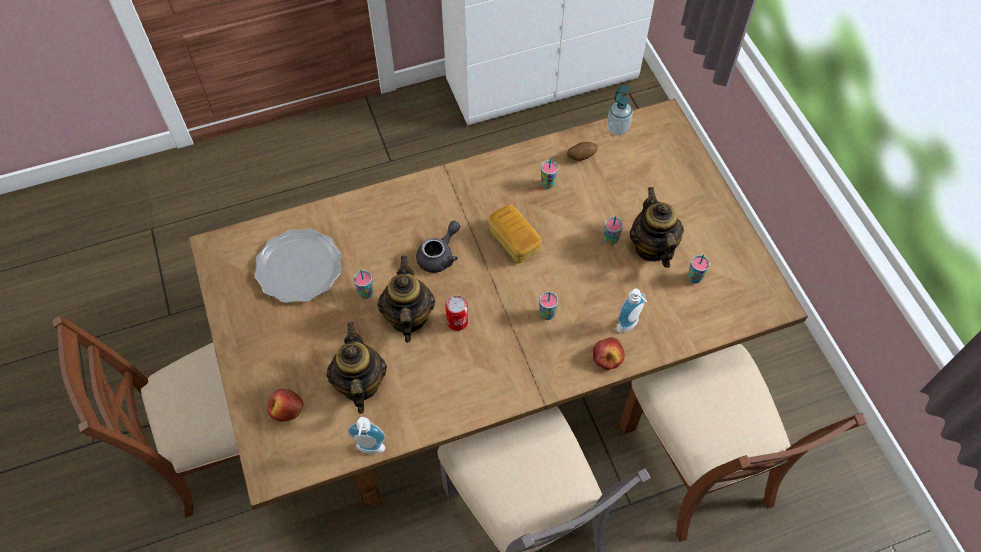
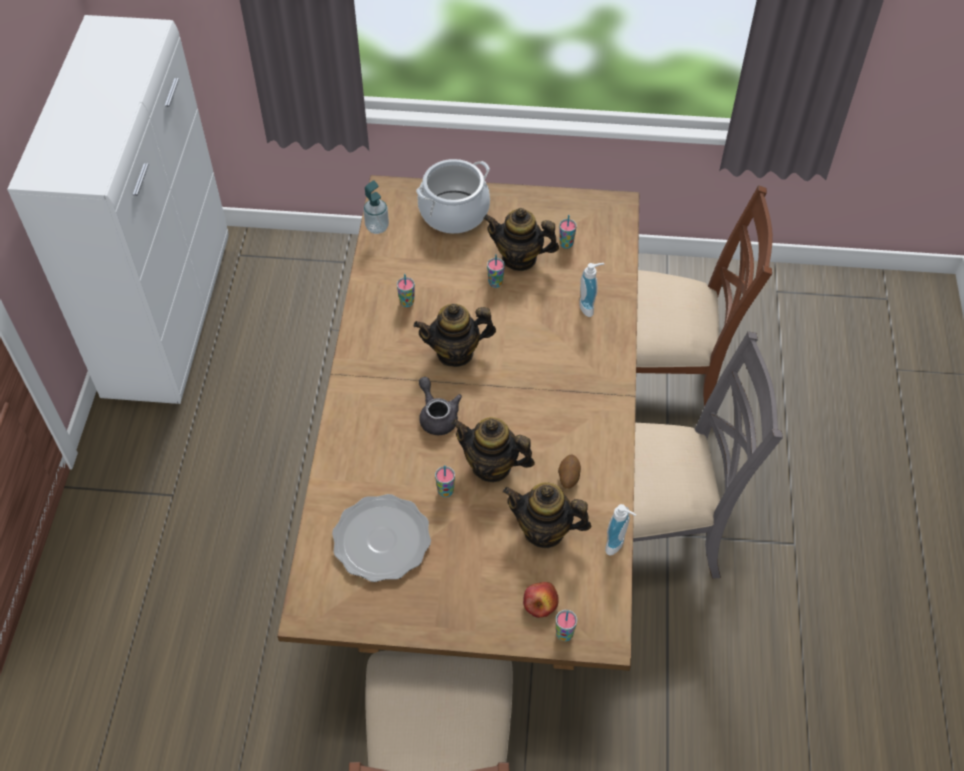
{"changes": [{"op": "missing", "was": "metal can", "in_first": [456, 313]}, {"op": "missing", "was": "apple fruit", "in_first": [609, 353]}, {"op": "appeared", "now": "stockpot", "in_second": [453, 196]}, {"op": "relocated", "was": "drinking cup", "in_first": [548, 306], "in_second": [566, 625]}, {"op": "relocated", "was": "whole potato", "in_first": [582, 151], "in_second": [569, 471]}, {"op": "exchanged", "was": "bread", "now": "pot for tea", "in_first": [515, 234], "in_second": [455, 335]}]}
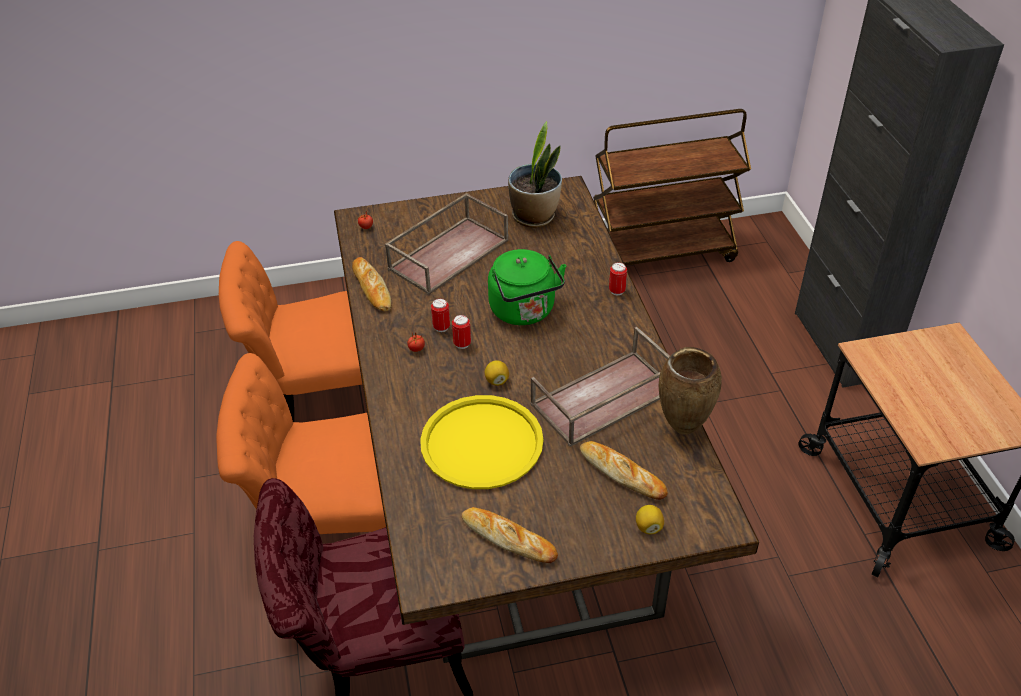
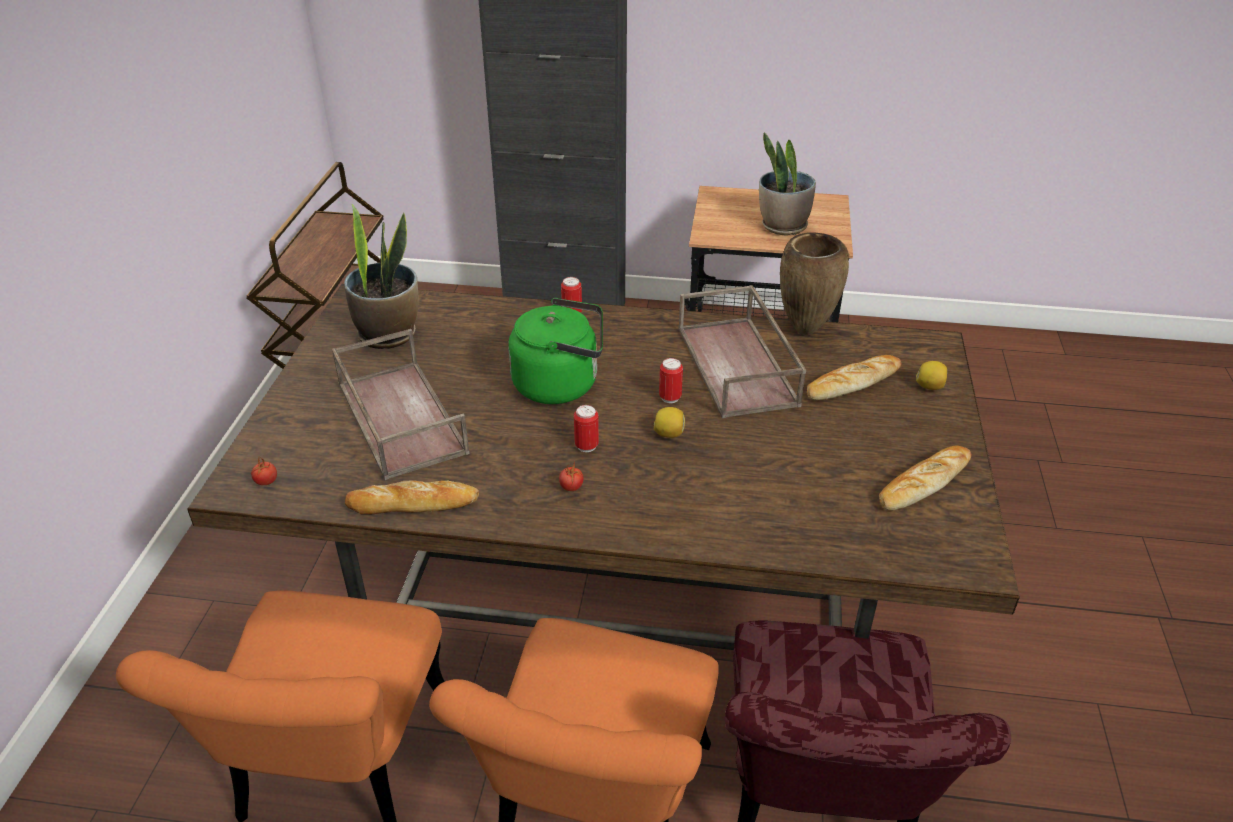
{"changes": [{"op": "missing", "was": "serving tray (yellow-coloured)", "in_first": [481, 442]}, {"op": "appeared", "now": "potted plant", "in_second": [787, 184]}, {"op": "relocated", "was": "metal can", "in_first": [440, 315], "in_second": [671, 380]}]}
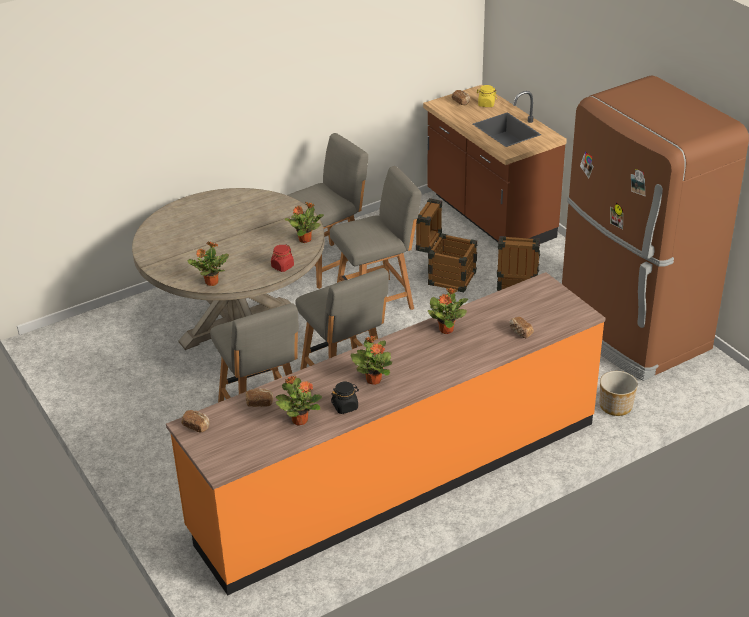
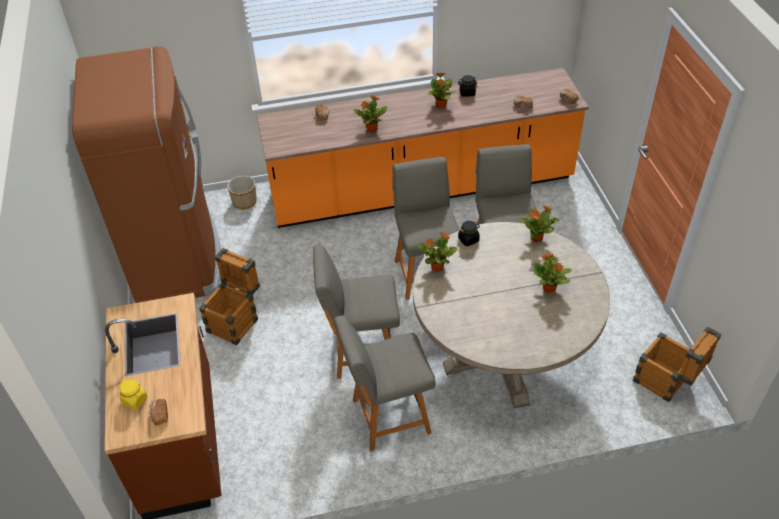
{"changes": [{"op": "relocated", "was": "potted plant", "in_first": [298, 401], "in_second": [552, 273]}, {"op": "relocated", "was": "packing crate", "in_first": [446, 245], "in_second": [677, 364]}, {"op": "colour", "was": "storage jar (red-coloured)", "now": "storage jar (black-coloured)", "in_first": [282, 258], "in_second": [469, 233]}]}
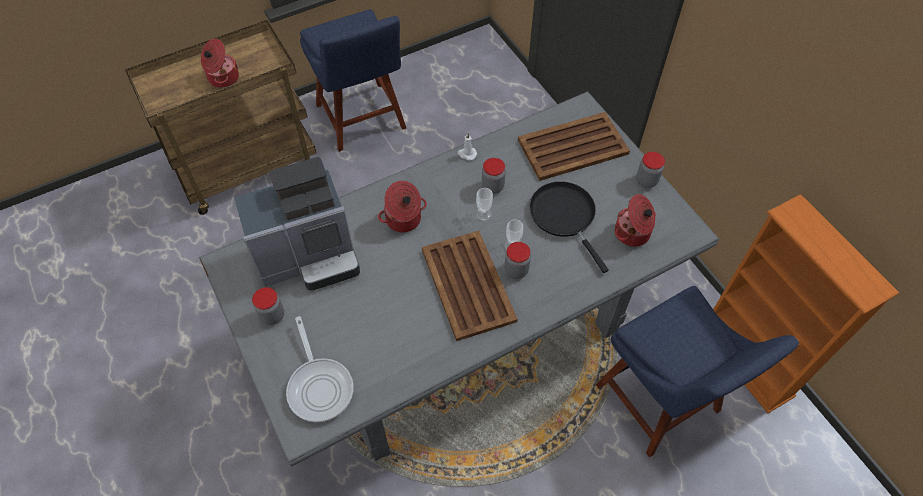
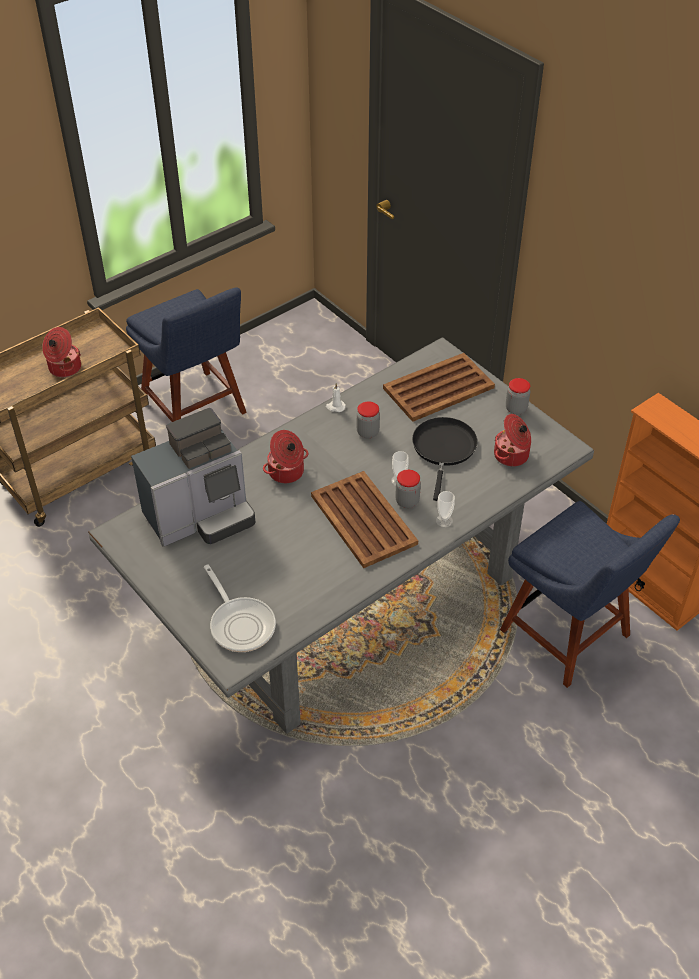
{"changes": [{"op": "missing", "was": "storage jar", "in_first": [268, 306]}, {"op": "relocated", "was": "drinking cup", "in_first": [484, 204], "in_second": [445, 509]}, {"op": "spun", "was": "skillet (black-coloured)", "in_first": [569, 227], "in_second": [444, 459], "clockwise": 45}]}
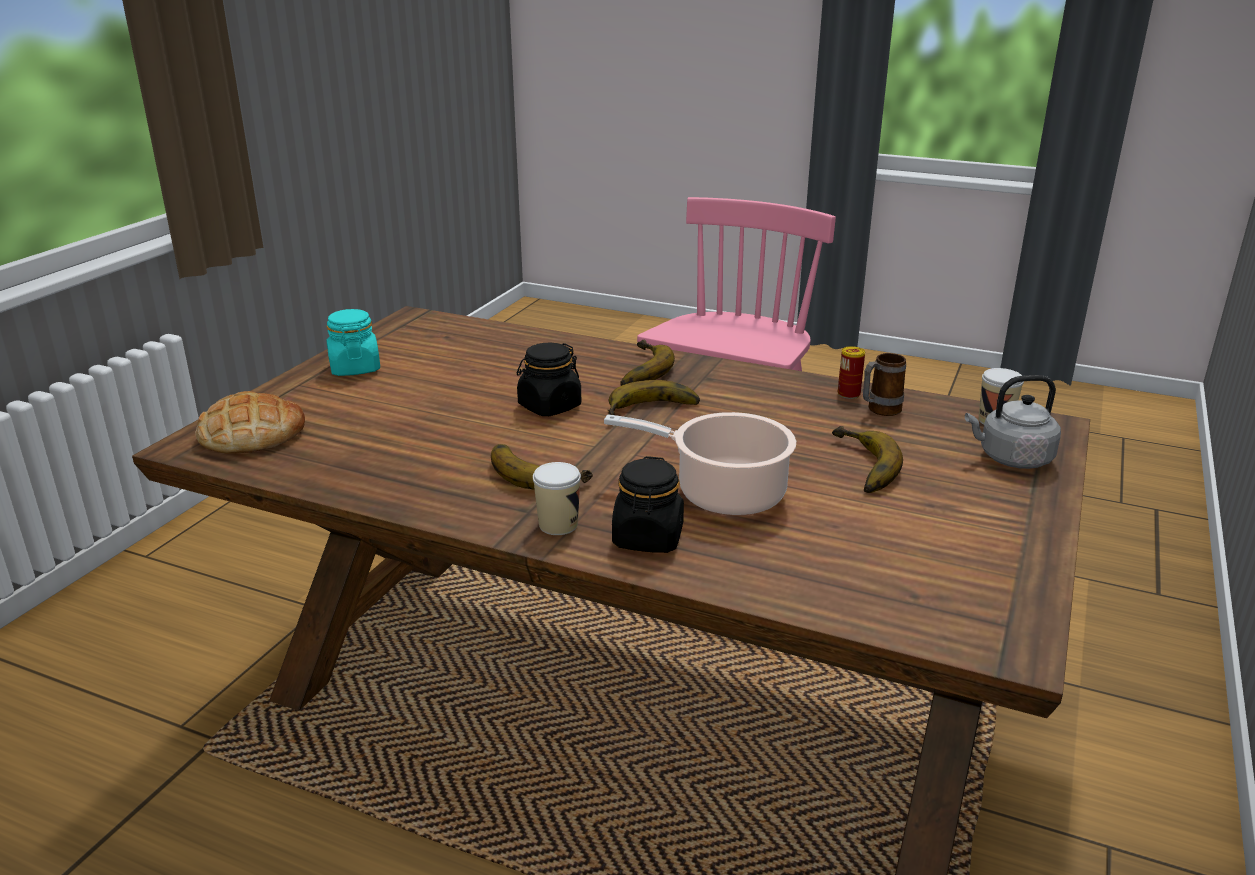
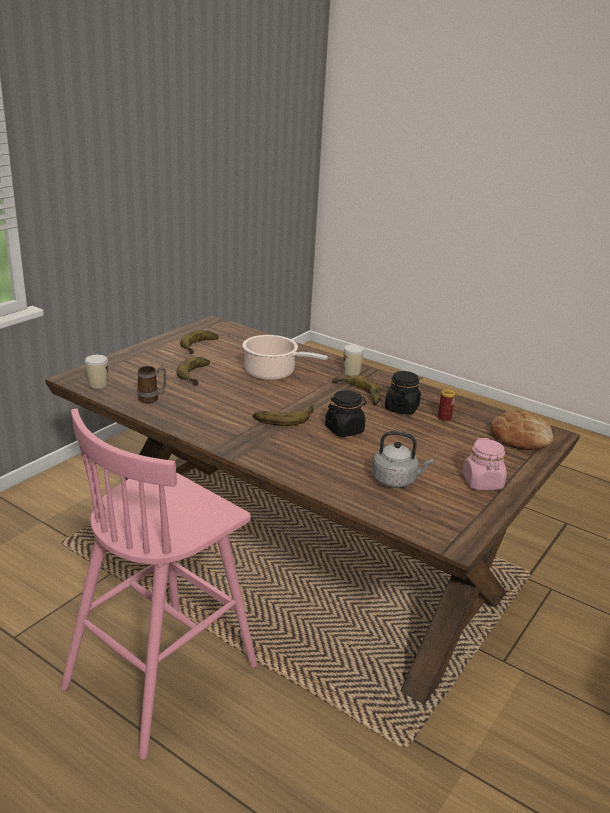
{"changes": [{"op": "relocated", "was": "storage jar (black-coloured)", "in_first": [648, 504], "in_second": [403, 393]}, {"op": "relocated", "was": "whole banana", "in_first": [647, 363], "in_second": [199, 342]}, {"op": "relocated", "was": "metal can", "in_first": [851, 372], "in_second": [447, 406]}, {"op": "relocated", "was": "kettle (grey)", "in_first": [1013, 422], "in_second": [402, 459]}, {"op": "colour", "was": "storage jar (turquoise)", "now": "storage jar (pink)", "in_first": [353, 342], "in_second": [484, 464]}]}
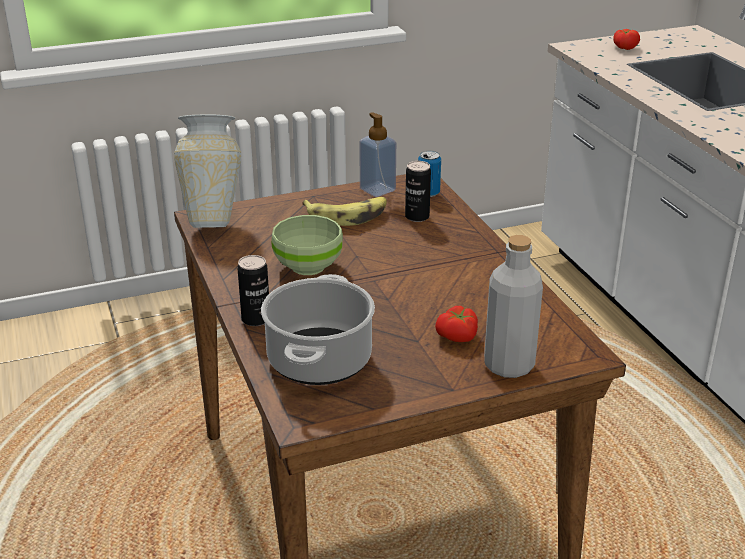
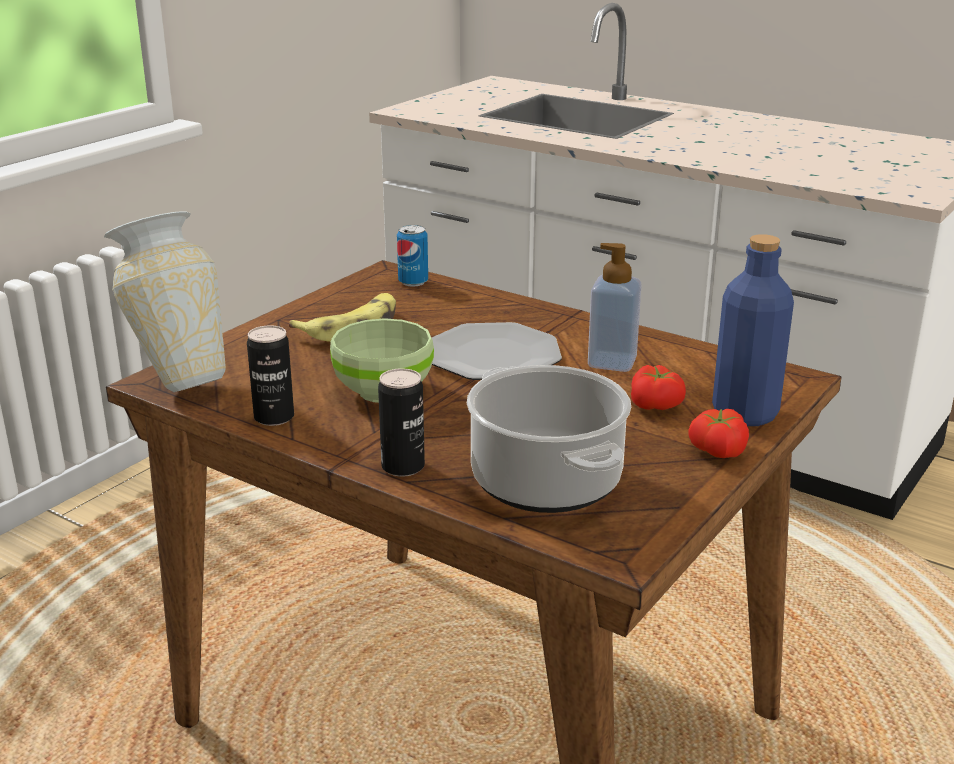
{"changes": [{"op": "appeared", "now": "dinner plate", "in_second": [497, 351]}, {"op": "relocated", "was": "soap dispenser", "in_first": [377, 154], "in_second": [615, 307]}, {"op": "relocated", "was": "metal can", "in_first": [418, 191], "in_second": [270, 376]}, {"op": "relocated", "was": "tomato", "in_first": [626, 39], "in_second": [718, 433]}, {"op": "colour", "was": "beverage bottle (grey)", "now": "beverage bottle (blue)", "in_first": [513, 306], "in_second": [753, 330]}]}
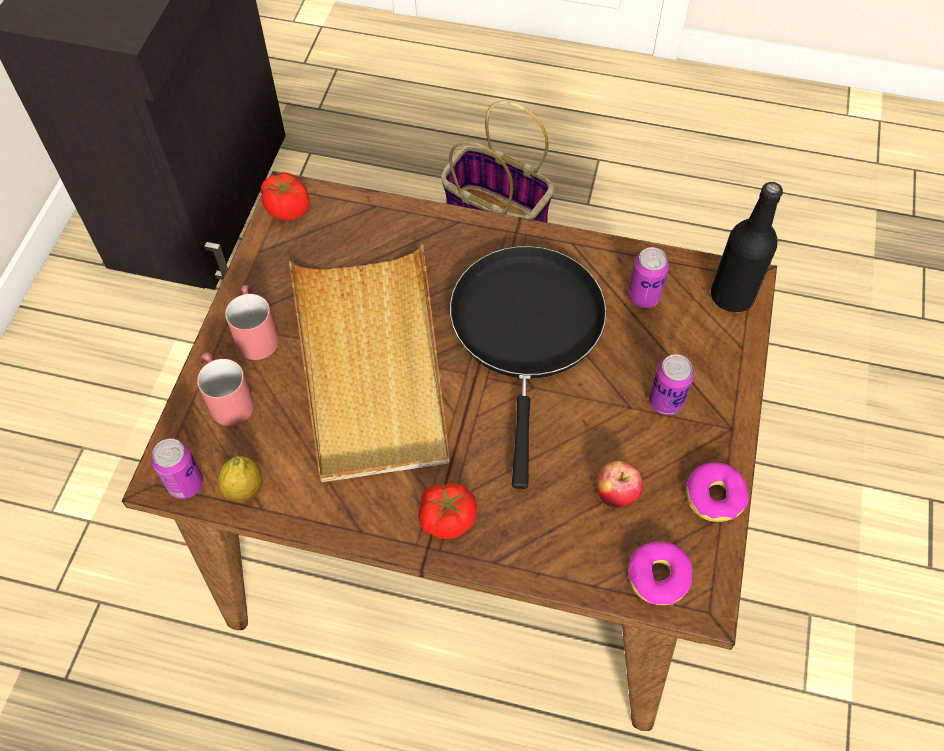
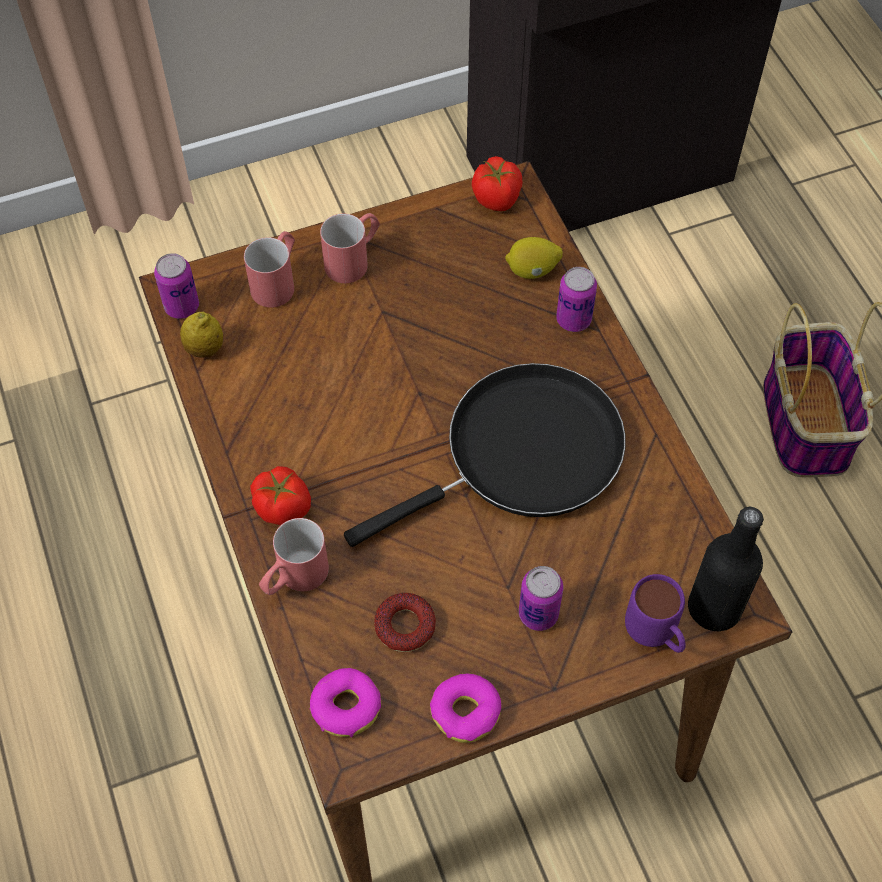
{"changes": [{"op": "missing", "was": "serving tray (sand-coloured)", "in_first": [369, 363]}, {"op": "appeared", "now": "mug (red-coloured)", "in_second": [294, 556]}, {"op": "appeared", "now": "citrus fruit", "in_second": [534, 258]}, {"op": "appeared", "now": "mug (purple-coloured)", "in_second": [655, 613]}, {"op": "relocated", "was": "metal can", "in_first": [648, 277], "in_second": [576, 299]}, {"op": "exchanged", "was": "apple fruit", "now": "ring doughnut", "in_first": [619, 484], "in_second": [405, 622]}]}
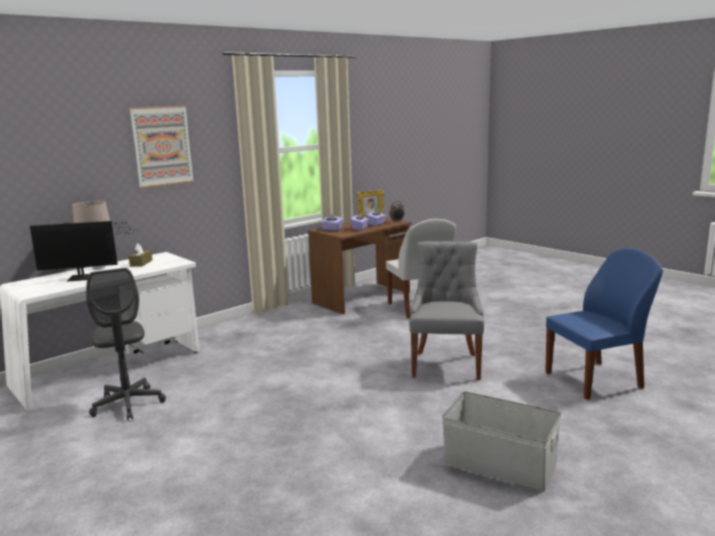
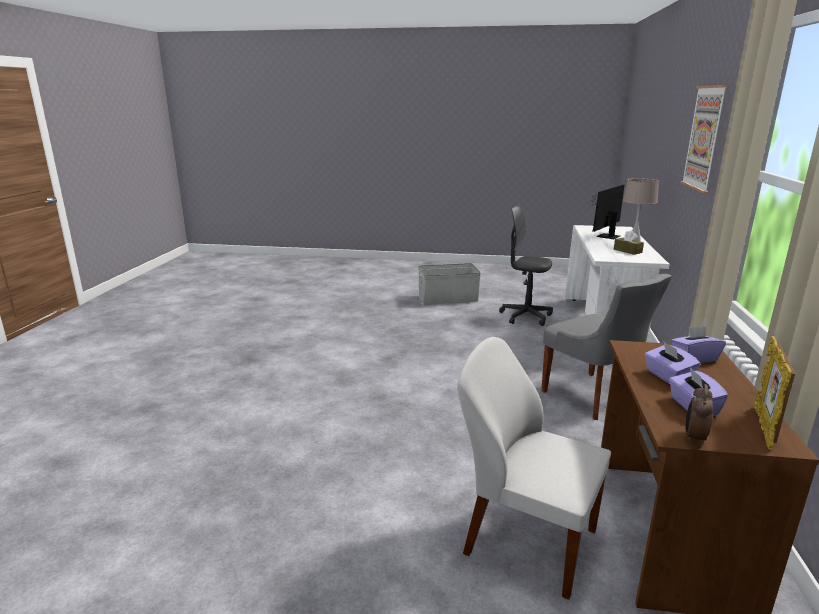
{"changes": [{"op": "missing", "was": "upright chair (blue)", "in_first": [604, 324]}, {"op": "relocated", "was": "upright chair (grey)", "in_first": [446, 310], "in_second": [606, 347]}, {"op": "relocated", "was": "storage box (grey)", "in_first": [501, 441], "in_second": [449, 284]}]}
